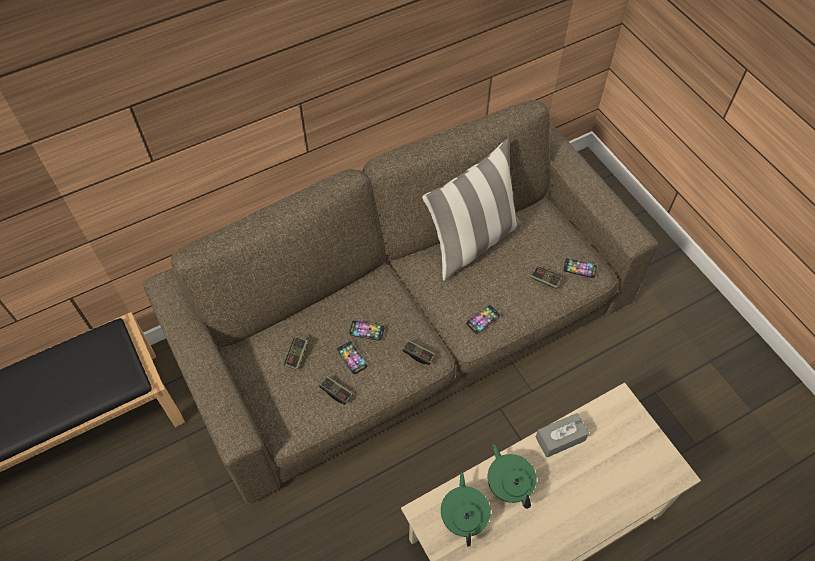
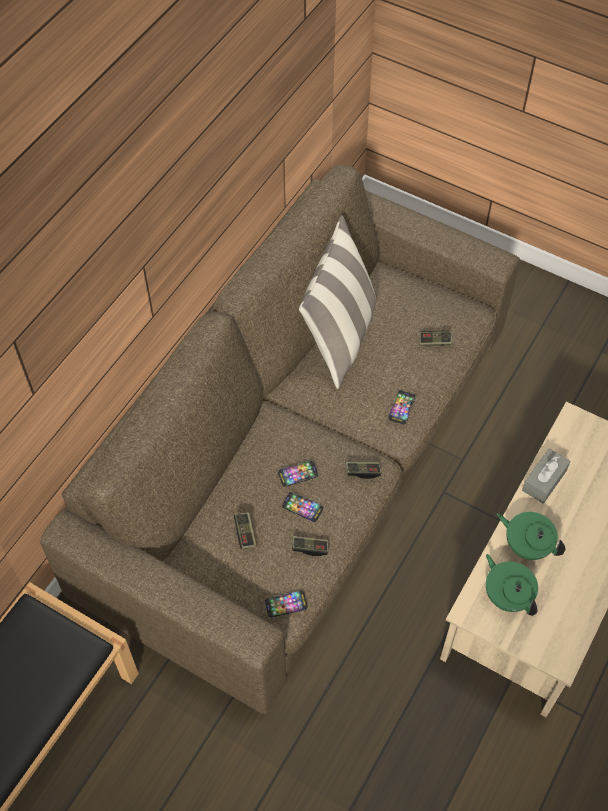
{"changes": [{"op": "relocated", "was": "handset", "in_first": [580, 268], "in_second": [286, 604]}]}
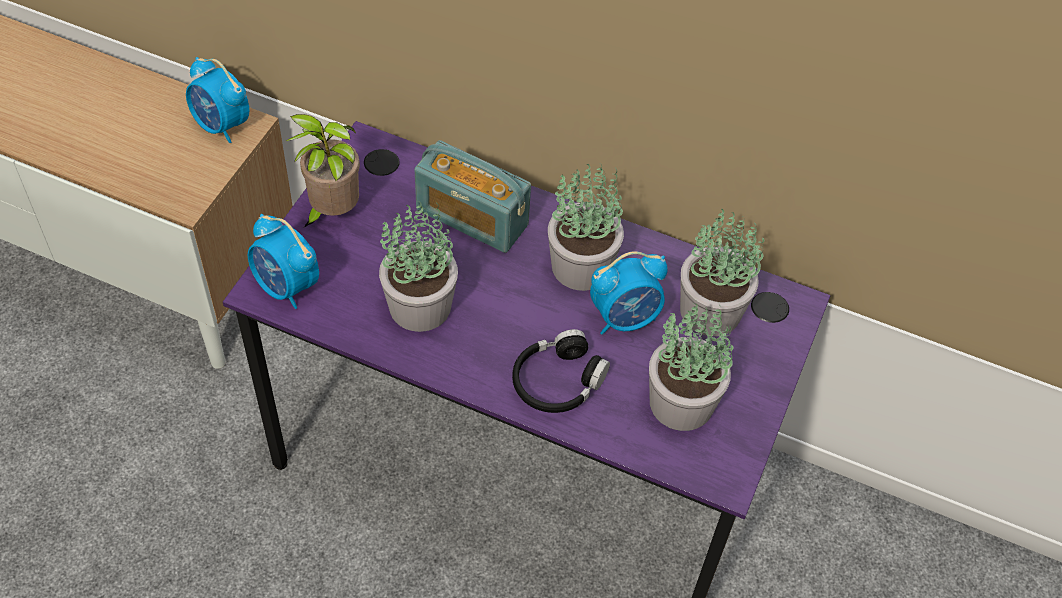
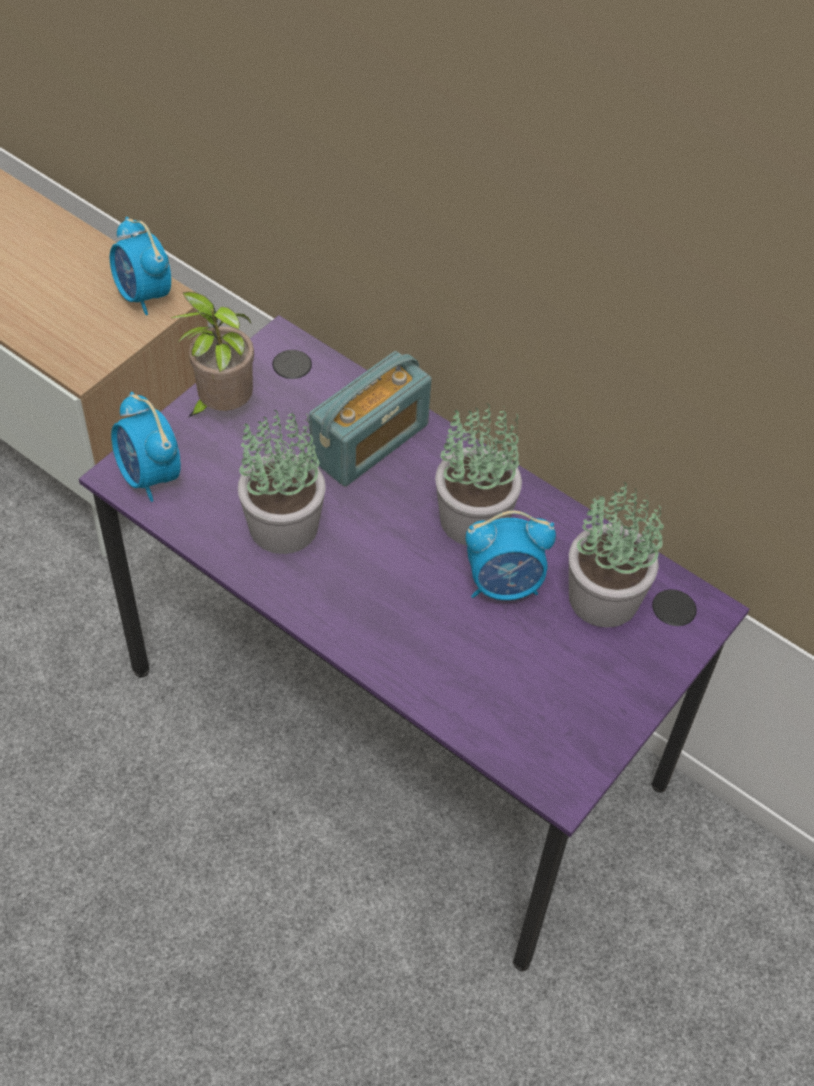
{"changes": [{"op": "missing", "was": "headset (black-coloured)", "in_first": [561, 371]}, {"op": "missing", "was": "potted plant", "in_first": [691, 367]}, {"op": "spun", "was": "radio", "in_first": [473, 196], "in_second": [370, 418], "clockwise": -90}]}
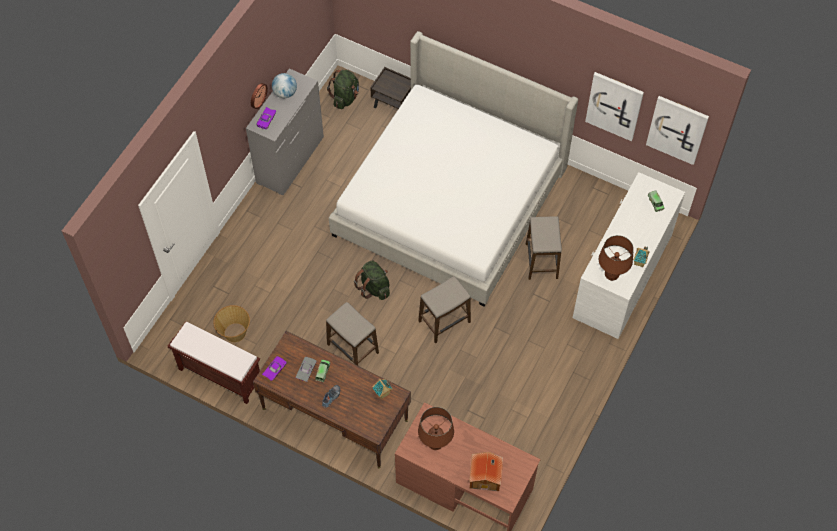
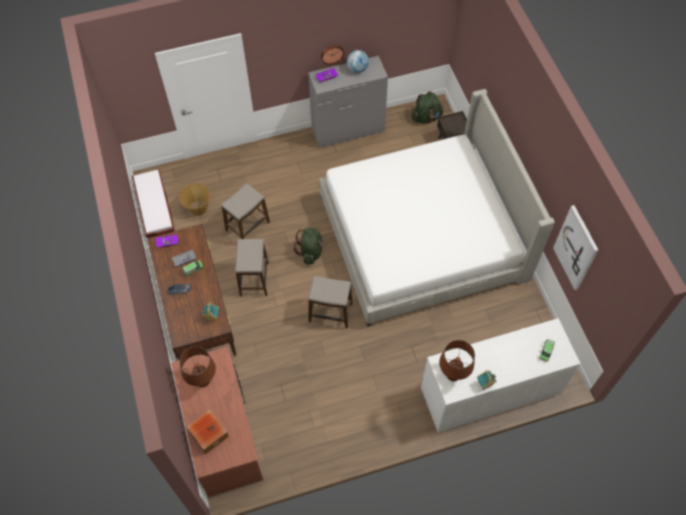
{"changes": [{"op": "missing", "was": "picture", "in_first": [677, 130]}, {"op": "relocated", "was": "stool", "in_first": [544, 248], "in_second": [245, 211]}]}
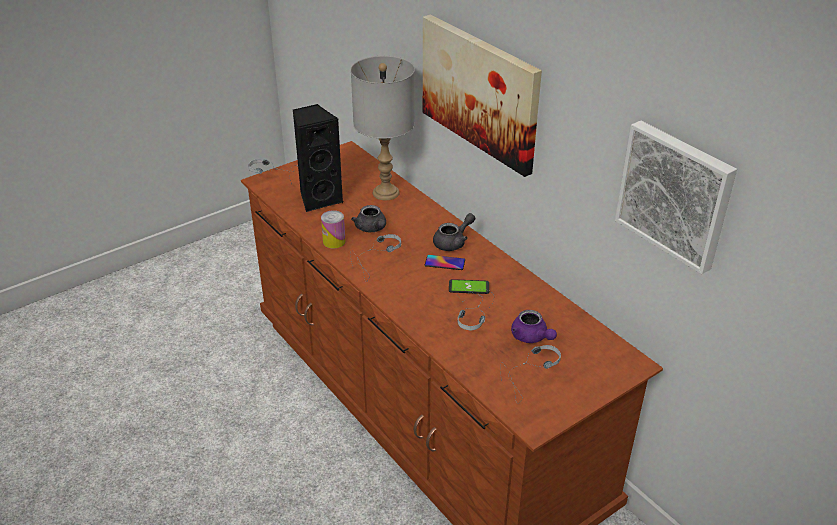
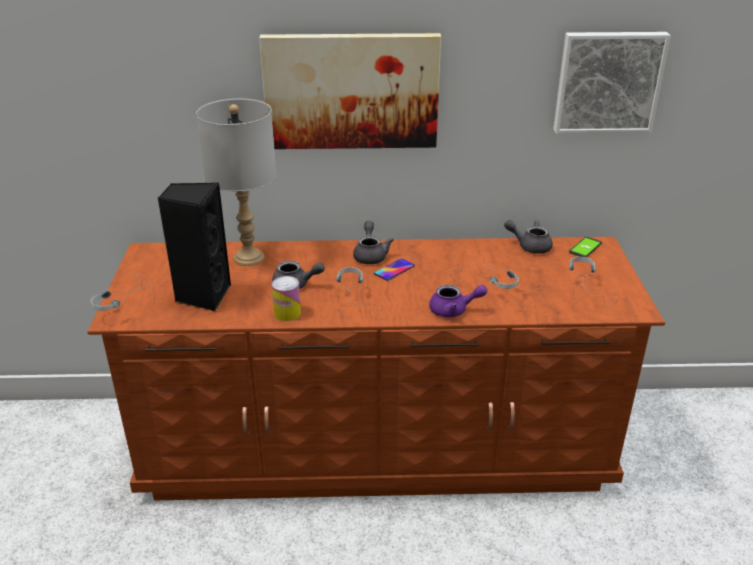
{"changes": [{"op": "appeared", "now": "pot for tea (grey)", "in_second": [528, 237]}, {"op": "relocated", "was": "handset", "in_first": [469, 286], "in_second": [585, 247]}, {"op": "relocated", "was": "pot for tea (purple-coloured)", "in_first": [534, 326], "in_second": [458, 301]}]}
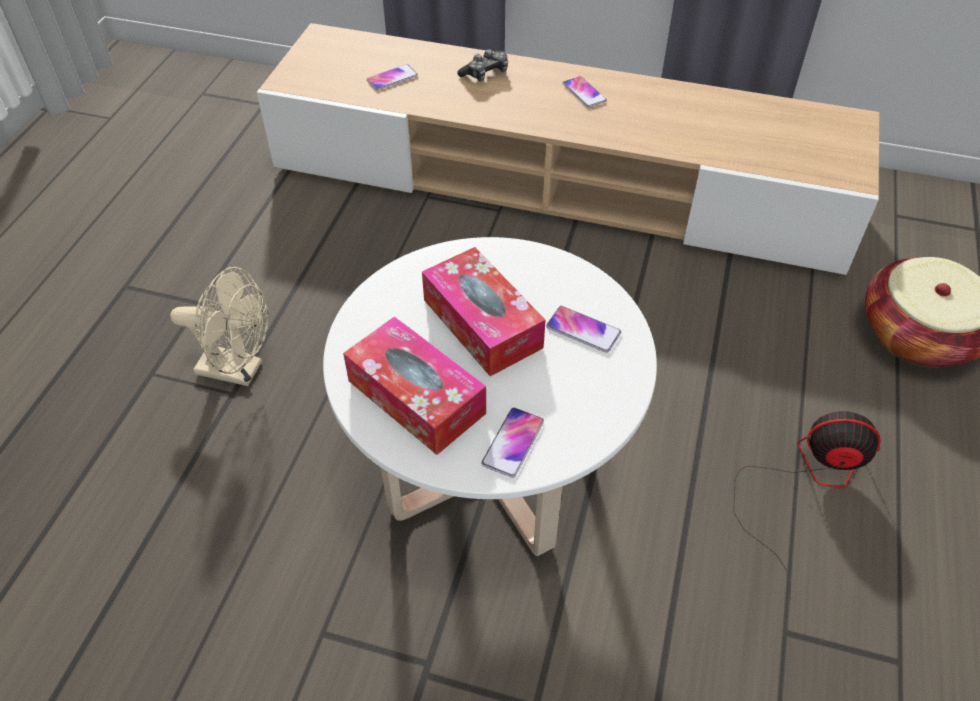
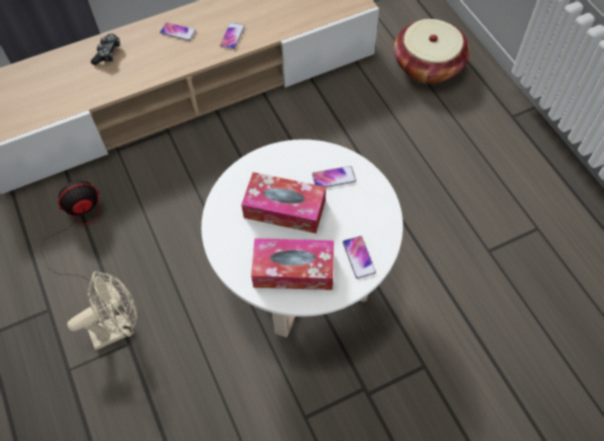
{"changes": [{"op": "relocated", "was": "handset", "in_first": [392, 77], "in_second": [232, 35]}, {"op": "relocated", "was": "cooling fan", "in_first": [807, 505], "in_second": [70, 231]}]}
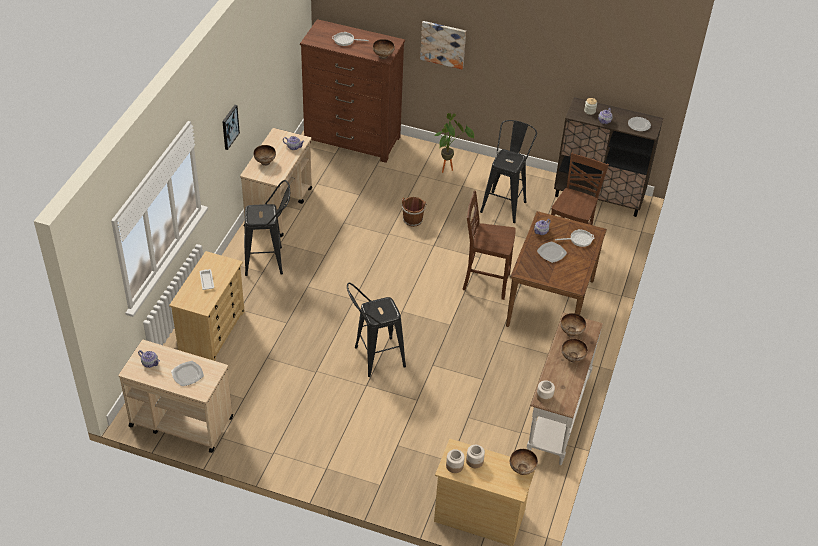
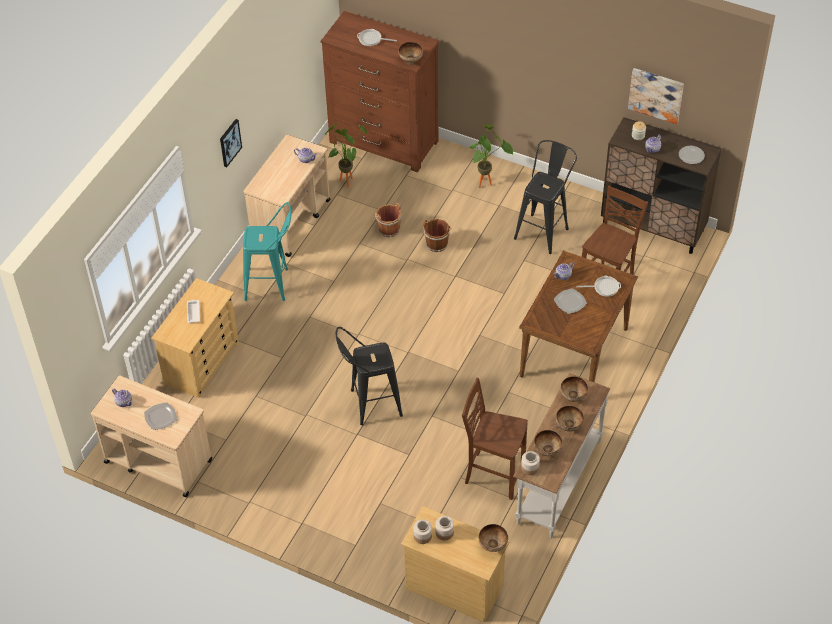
{"changes": [{"op": "appeared", "now": "potted plant", "in_second": [346, 155]}, {"op": "appeared", "now": "pail (brown-coloured)", "in_second": [387, 220]}, {"op": "relocated", "was": "bowl", "in_first": [265, 155], "in_second": [548, 443]}, {"op": "relocated", "was": "picture", "in_first": [443, 45], "in_second": [656, 96]}, {"op": "relocated", "was": "upright chair (brown-coloured)", "in_first": [489, 245], "in_second": [495, 439]}, {"op": "colour", "was": "stool (black-coloured)", "now": "stool (turquoise)", "in_first": [267, 228], "in_second": [267, 251]}]}
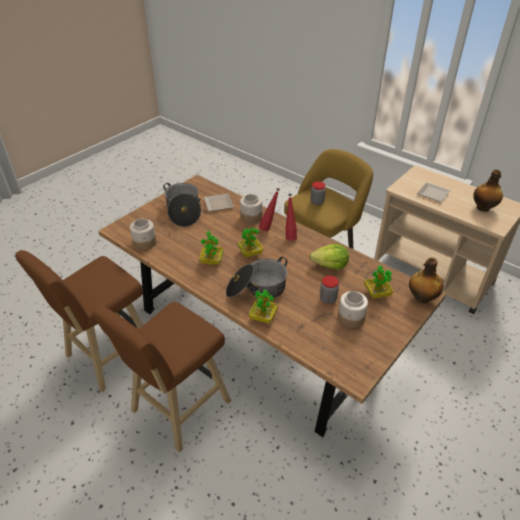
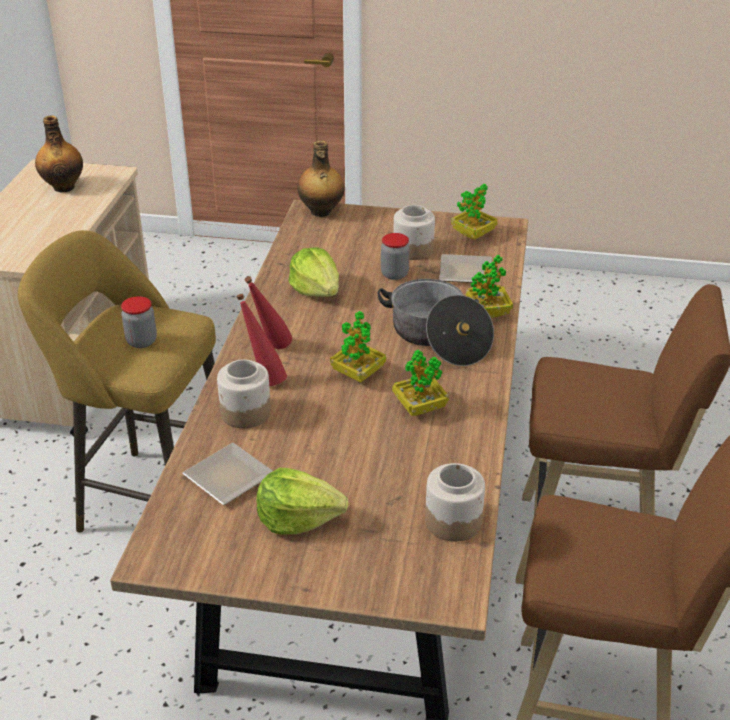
{"changes": [{"op": "relocated", "was": "potted plant", "in_first": [379, 282], "in_second": [474, 212]}, {"op": "relocated", "was": "dinner plate", "in_first": [433, 192], "in_second": [465, 268]}, {"op": "exchanged", "was": "stockpot", "now": "lettuce", "in_first": [182, 205], "in_second": [302, 501]}]}
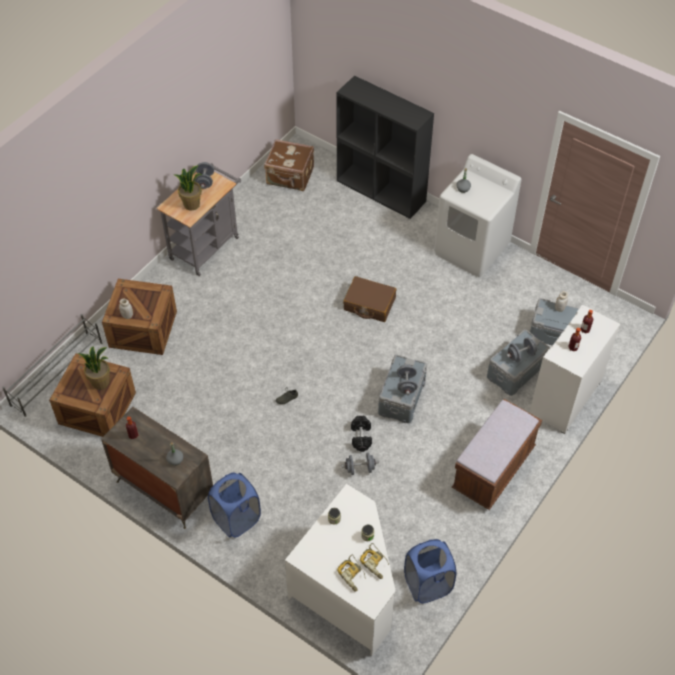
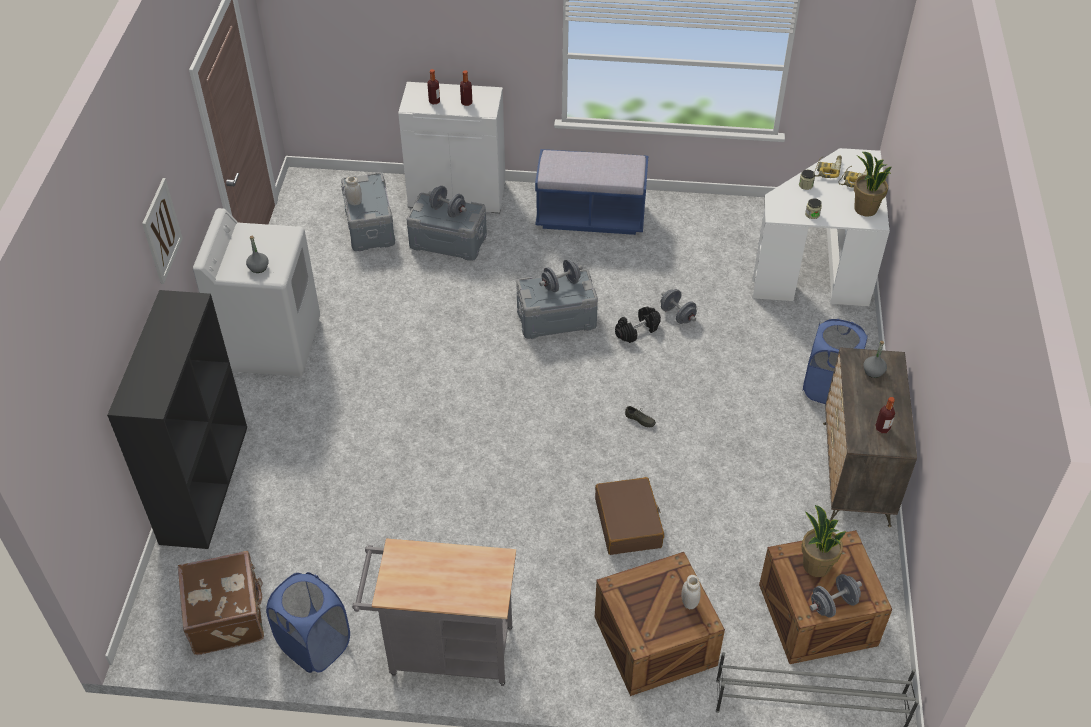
{"changes": [{"op": "appeared", "now": "picture", "in_second": [162, 231]}, {"op": "relocated", "was": "potted plant", "in_first": [188, 188], "in_second": [873, 184]}, {"op": "relocated", "was": "free weight (grey)", "in_first": [204, 175], "in_second": [836, 596]}, {"op": "relocated", "was": "travel case (brown-coloured)", "in_first": [369, 299], "in_second": [629, 516]}, {"op": "relocated", "was": "laundry basket (blue)", "in_first": [430, 571], "in_second": [308, 622]}, {"op": "colour", "was": "indoor bench (brown-coloured)", "now": "indoor bench (blue)", "in_first": [497, 454], "in_second": [591, 192]}]}
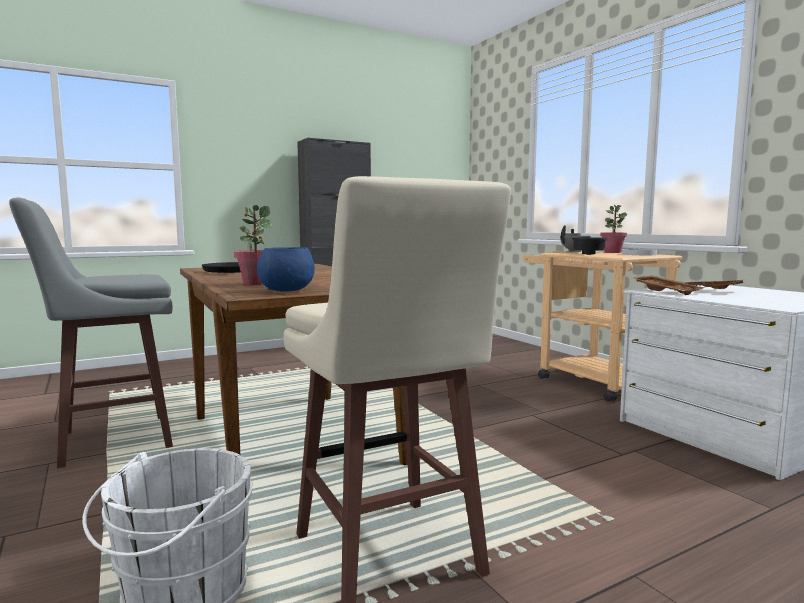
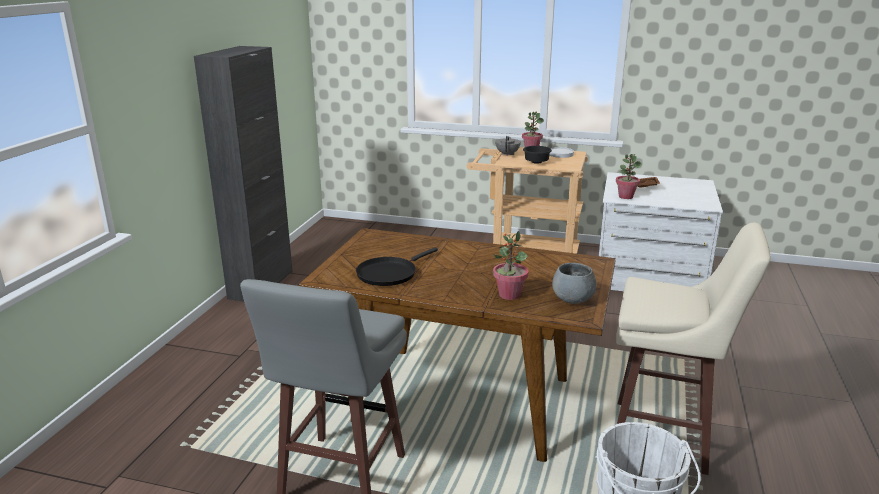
{"changes": [{"op": "exchanged", "was": "serving tray (brown-coloured)", "now": "potted plant", "in_first": [668, 285], "in_second": [629, 176]}, {"op": "colour", "was": "bowl (blue)", "now": "bowl (grey)", "in_first": [286, 269], "in_second": [574, 283]}]}
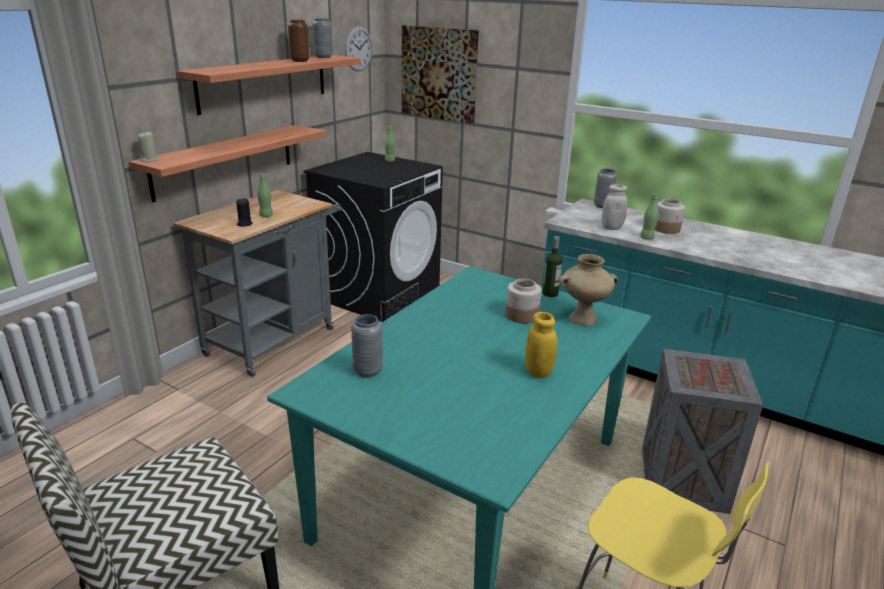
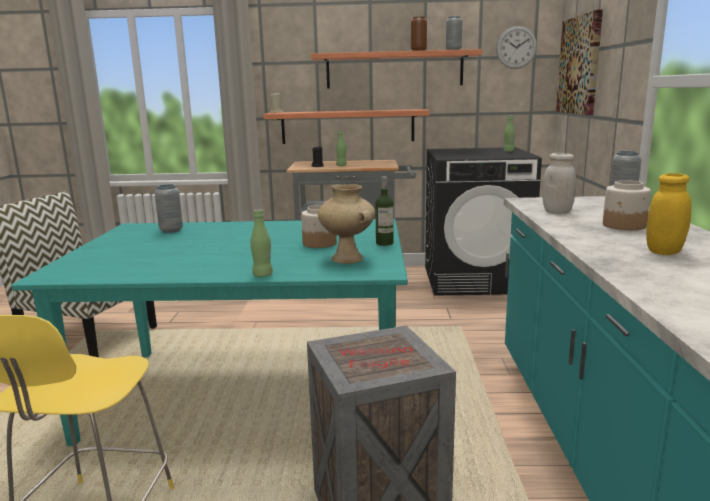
{"changes": [{"op": "relocated", "was": "storage jar (yellow-coloured)", "in_first": [541, 345], "in_second": [668, 214]}, {"op": "relocated", "was": "beverage bottle (greenish)", "in_first": [649, 216], "in_second": [261, 243]}]}
